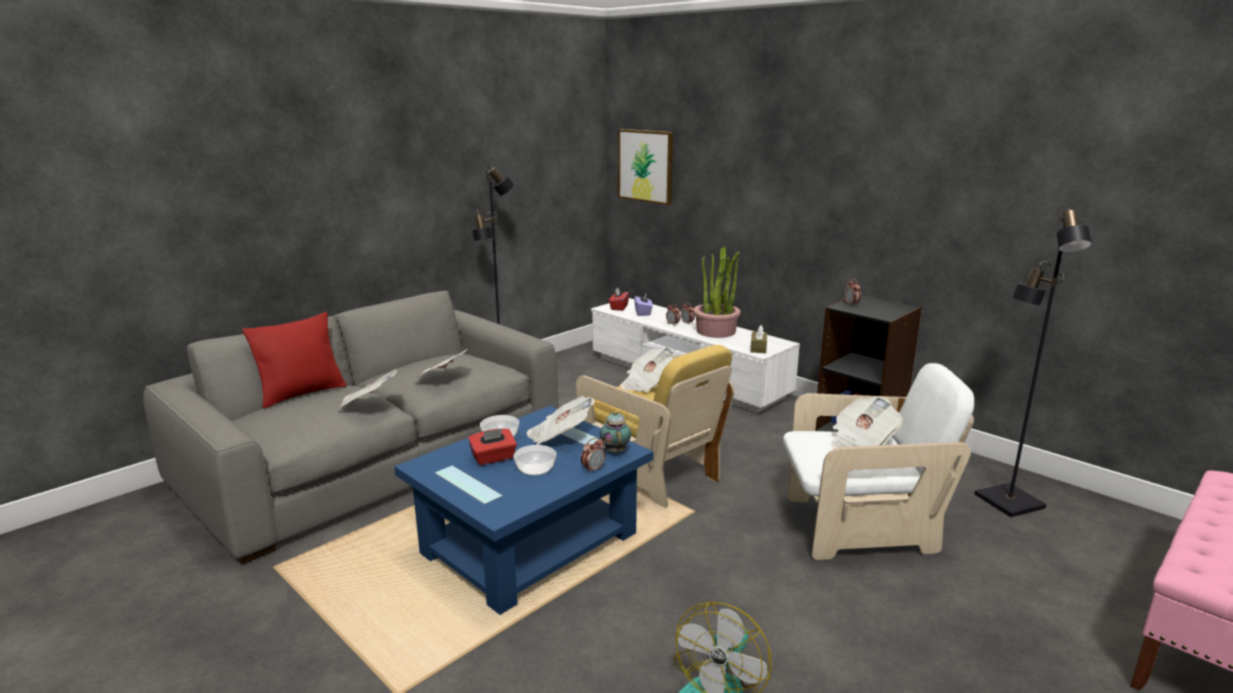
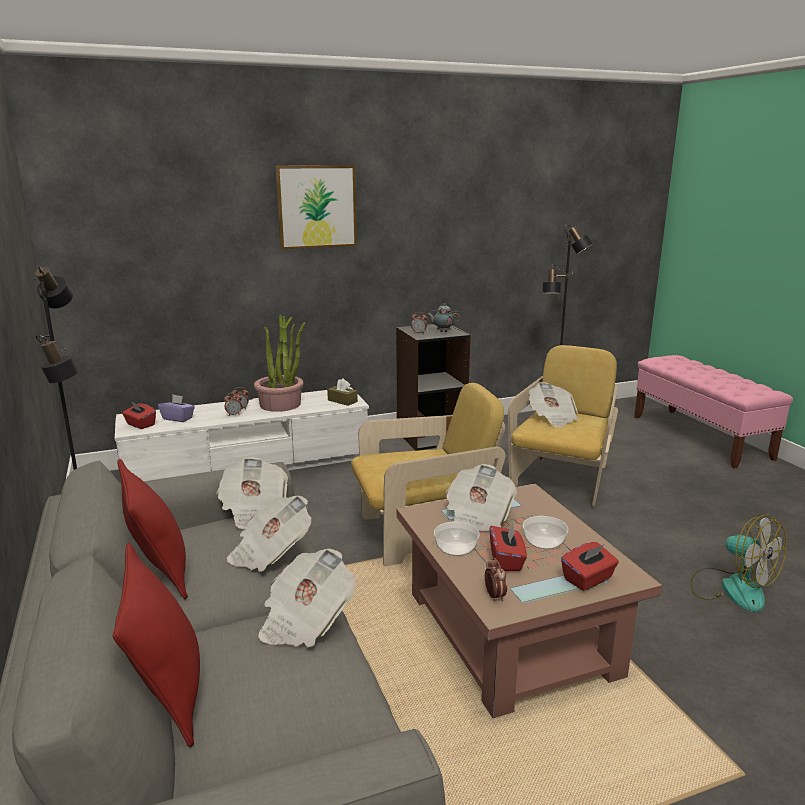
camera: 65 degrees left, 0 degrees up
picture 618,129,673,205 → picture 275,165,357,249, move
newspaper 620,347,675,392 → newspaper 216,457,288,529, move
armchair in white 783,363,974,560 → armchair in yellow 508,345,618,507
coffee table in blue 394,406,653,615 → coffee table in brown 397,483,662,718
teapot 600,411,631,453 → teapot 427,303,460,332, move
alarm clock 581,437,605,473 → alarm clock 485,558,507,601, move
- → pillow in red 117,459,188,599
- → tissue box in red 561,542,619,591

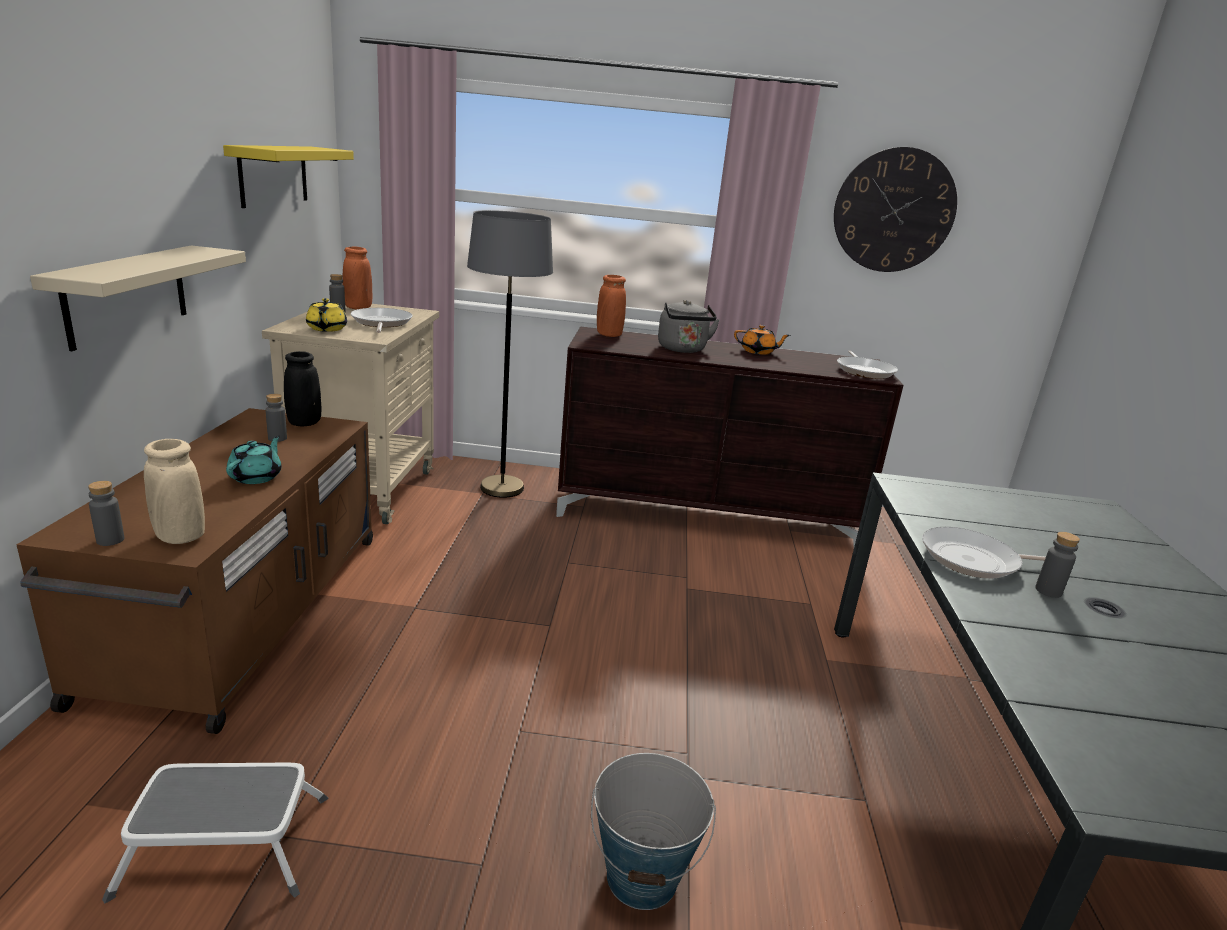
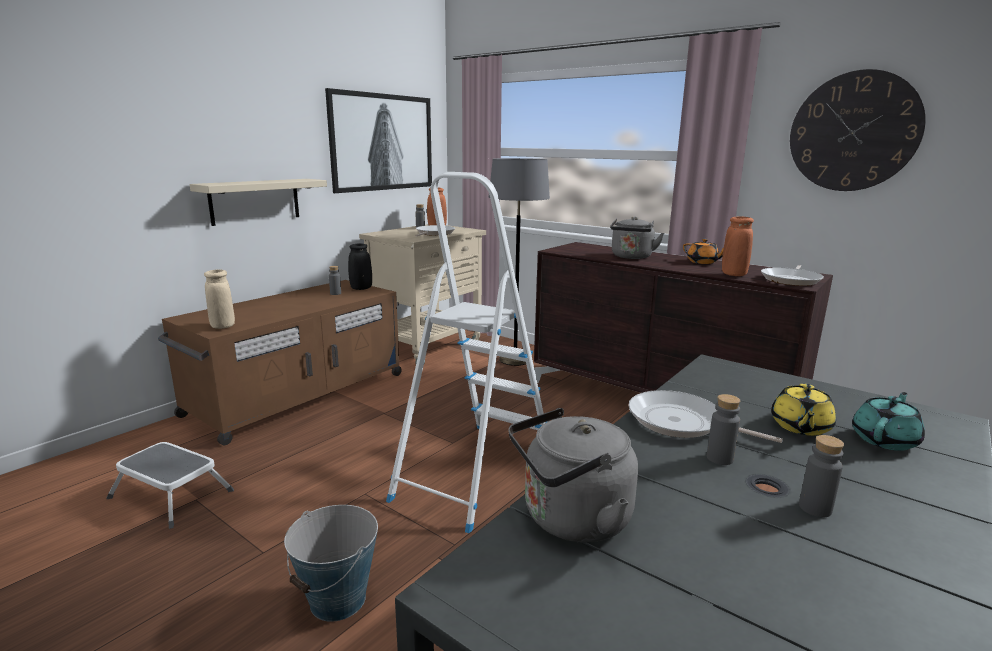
camera: 35 degrees right, 5 degrees down
shelf in yellow 223,145,354,208 → picture 325,88,432,193
vase in orange 597,275,626,337 → vase in orange 722,216,754,276, move
teapot in yellow 306,298,347,332 → teapot in yellow 771,384,836,436, move
teapot in turquoise 226,436,282,484 → teapot in turquoise 852,392,925,451, move
bottle in grey 88,481,124,546 → bottle in grey 799,435,844,517, move
- → step ladder in white 386,172,546,533
- → kettle in grey 508,408,638,543

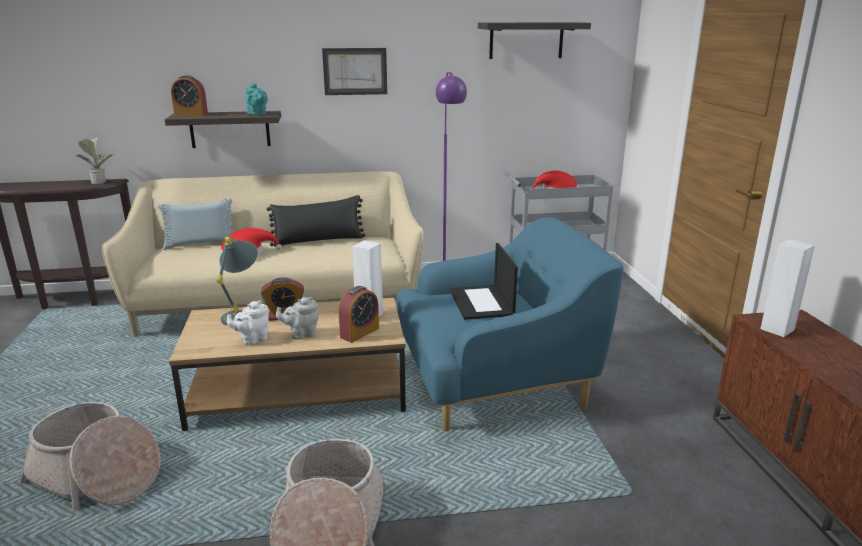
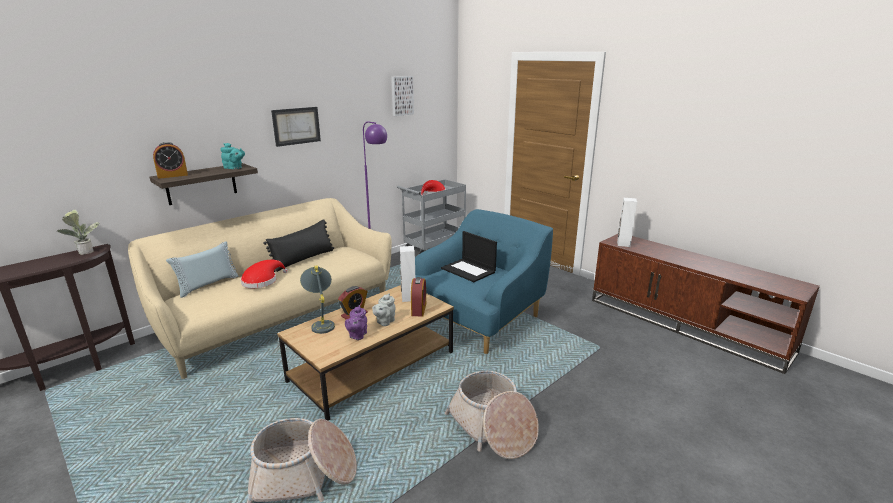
camera: 35 degrees left, 0 degrees up
shelf 478,22,591,59 → picture 391,76,414,116
teapot in white 227,300,269,345 → teapot in purple 345,305,367,340

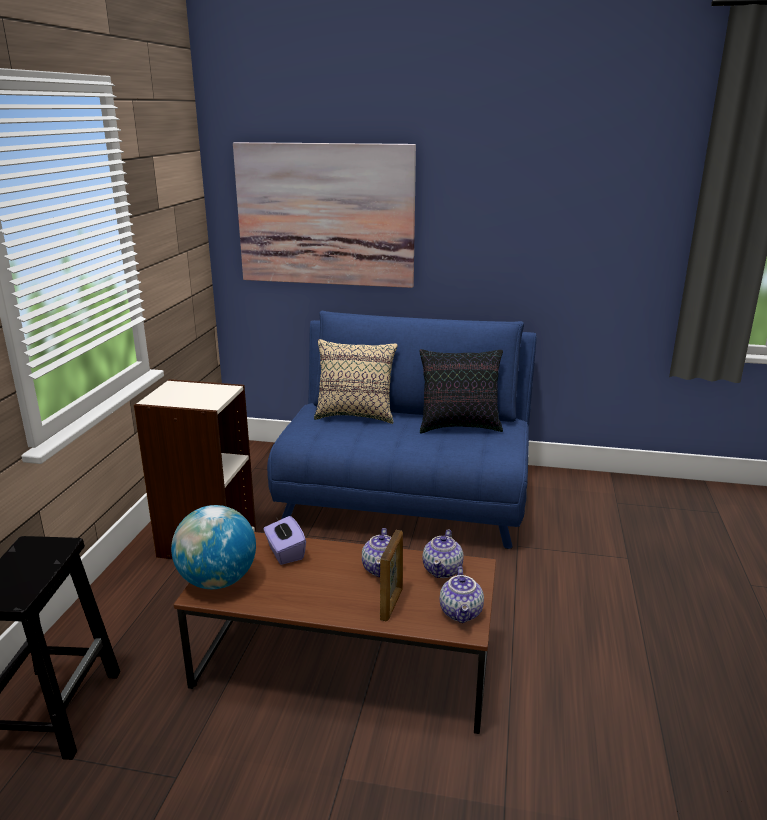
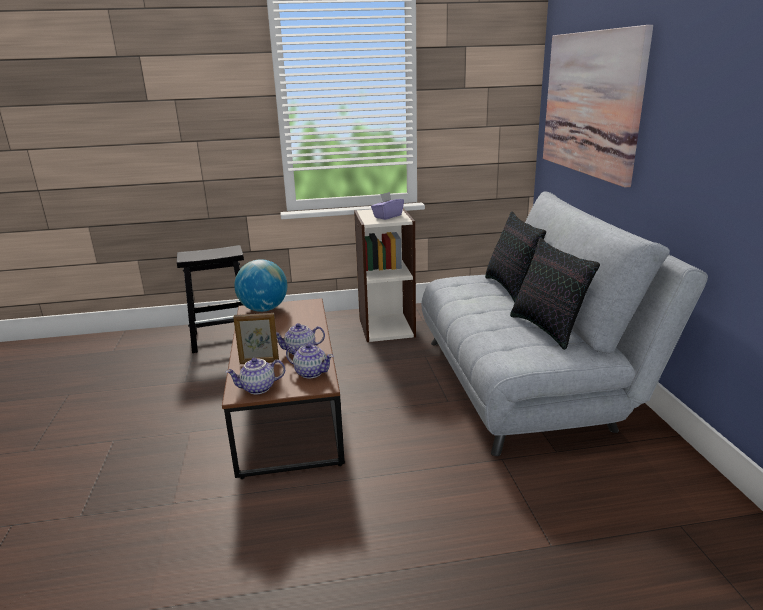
camera: 70 degrees right, 0 degrees up
sofa in blue 267,311,537,549 → sofa in grey 421,191,708,456
pillow in beige 314,339,398,424 → pillow in black 485,211,546,302
tissue box in purple 264,516,306,565 → tissue box in purple 371,192,404,220, move
teapot 422,529,464,578 → teapot 286,343,334,378, 150 degrees counterclockwise

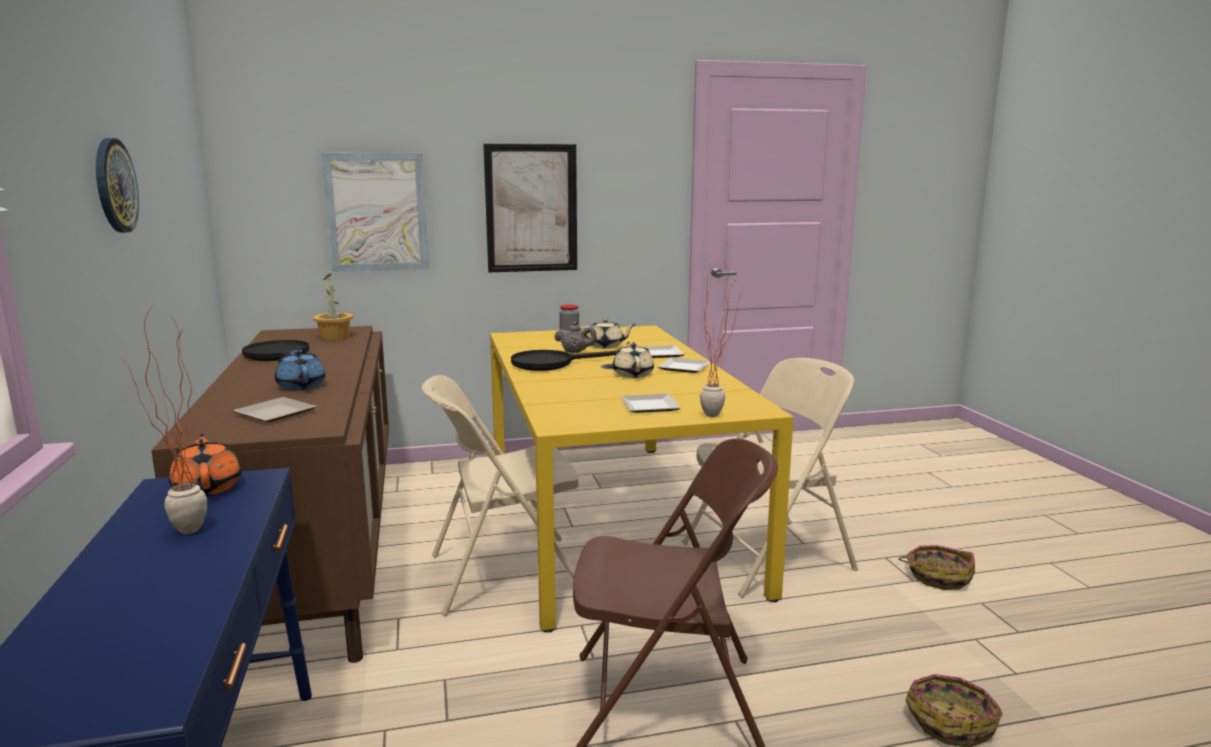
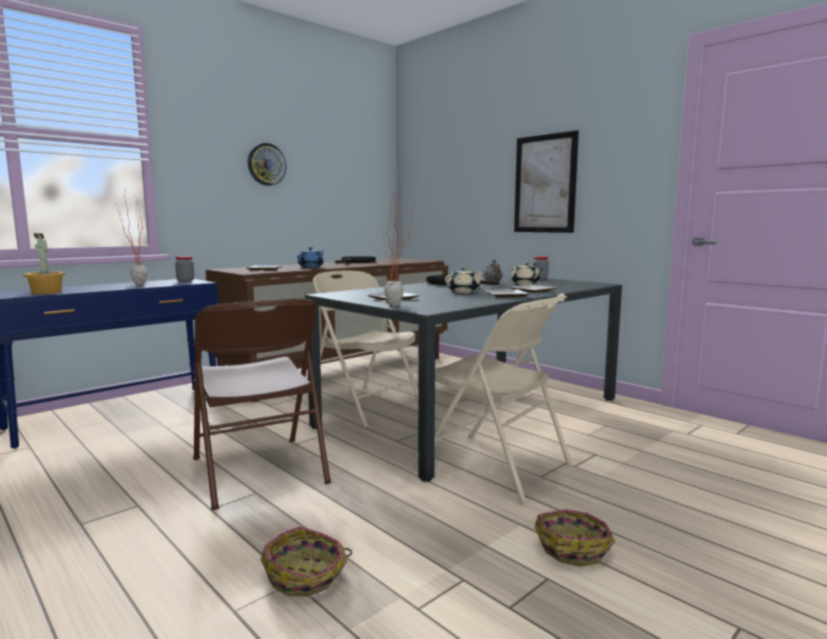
camera: 60 degrees right, 5 degrees down
picture 321,153,429,272 → -
potted plant 313,274,353,340 → potted plant 24,234,66,294, move
dining table in yellow 490,325,793,633 → dining table in grey 305,275,622,482
teapot in orange 169,434,242,496 → jar 175,256,194,282

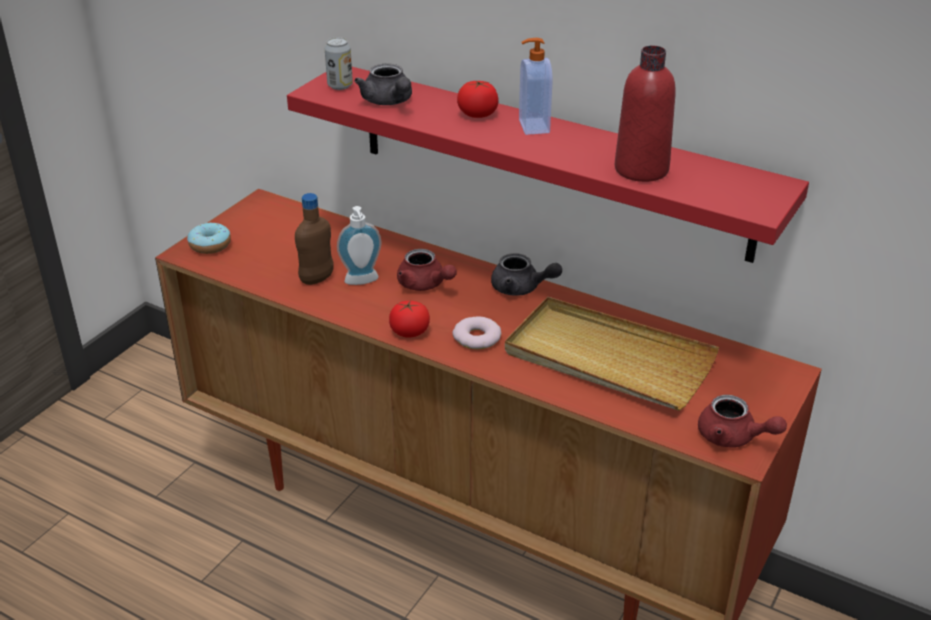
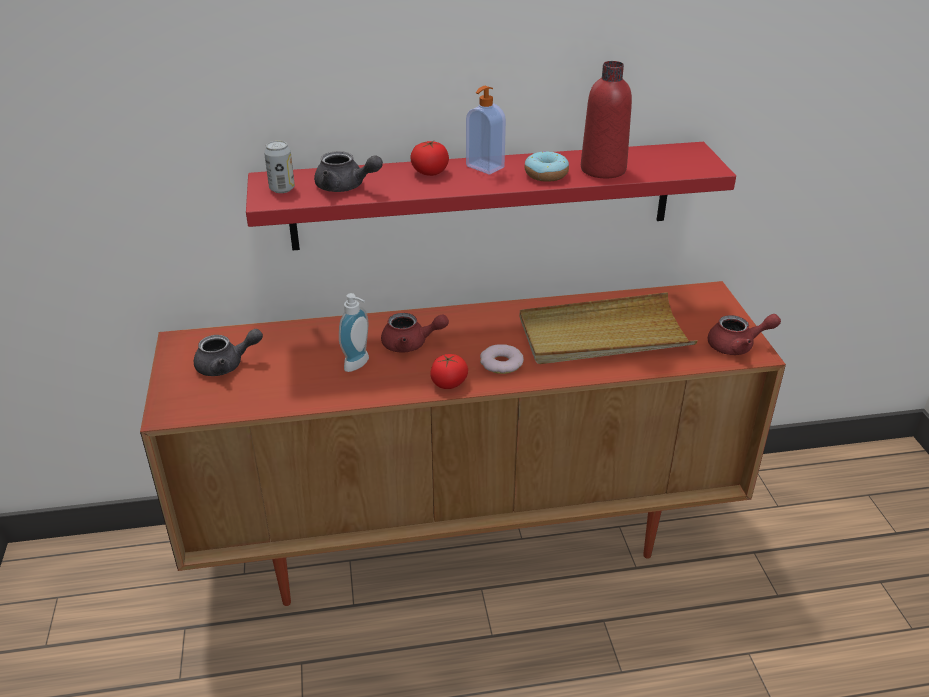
camera: 40 degrees left, 0 degrees up
bottle in brown 295,193,334,285 → -
donut 187,222,231,254 → donut 525,151,569,182, move
teapot in grey 491,253,562,296 → teapot in grey 194,329,263,376, move

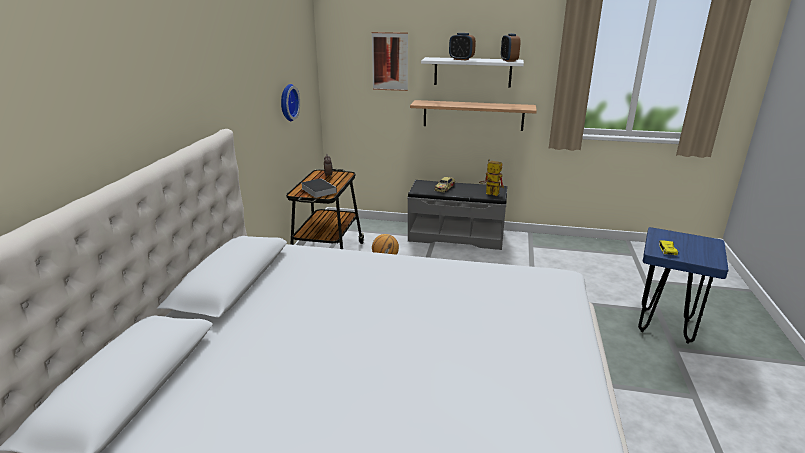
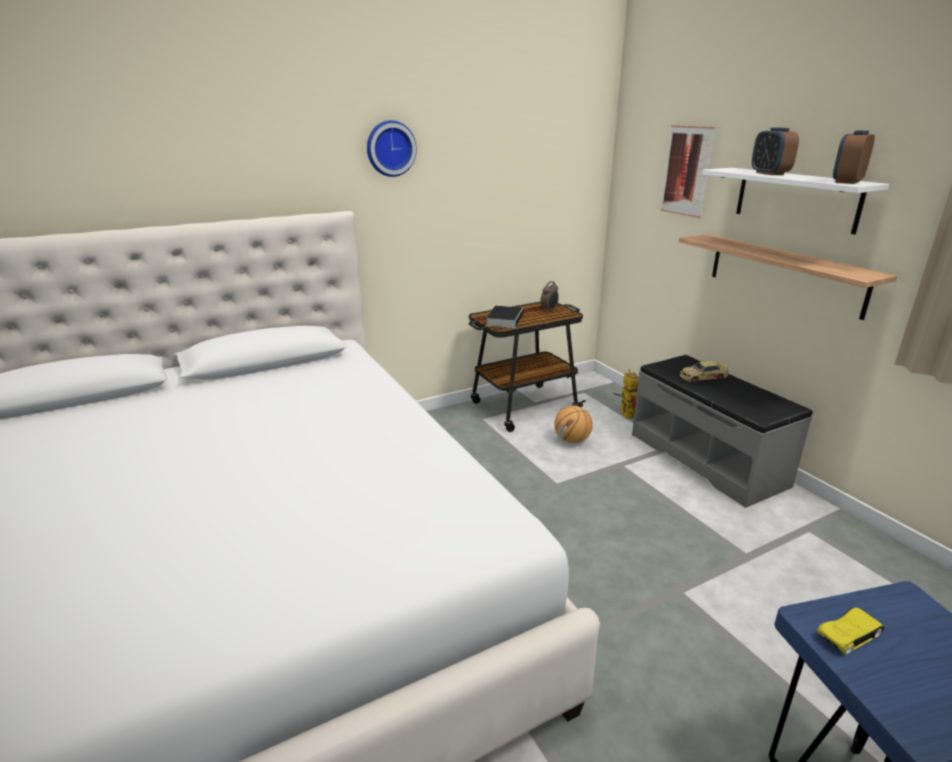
camera: 50 degrees right, 0 degrees up
wall clock 281,84,300,121 → wall clock 367,120,417,177, move
toy robot 479,159,504,196 → toy robot 613,369,639,419, move

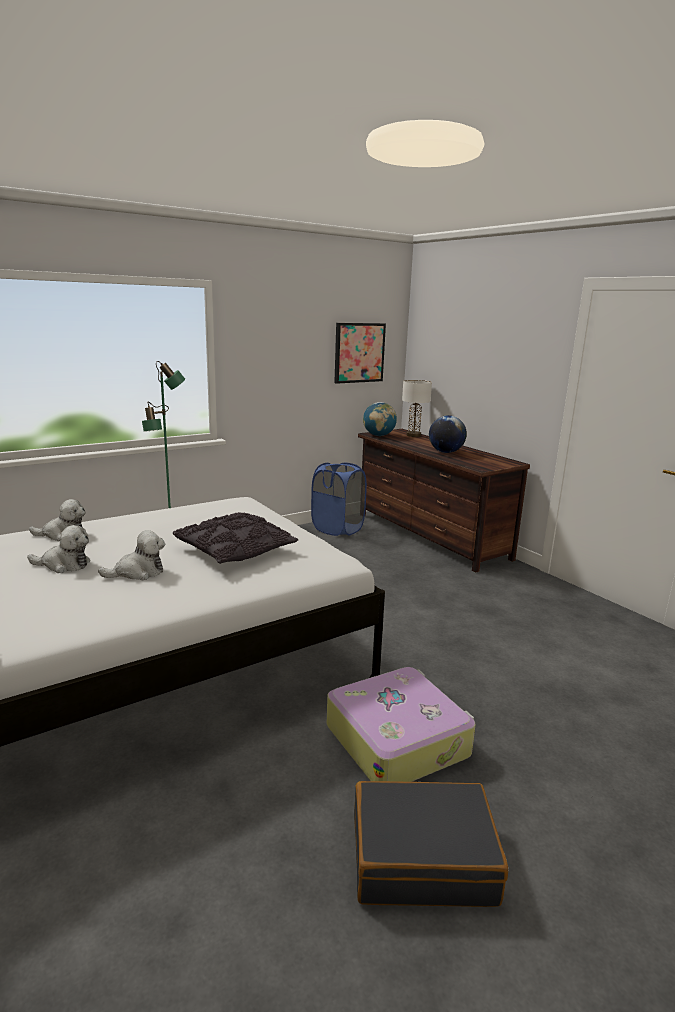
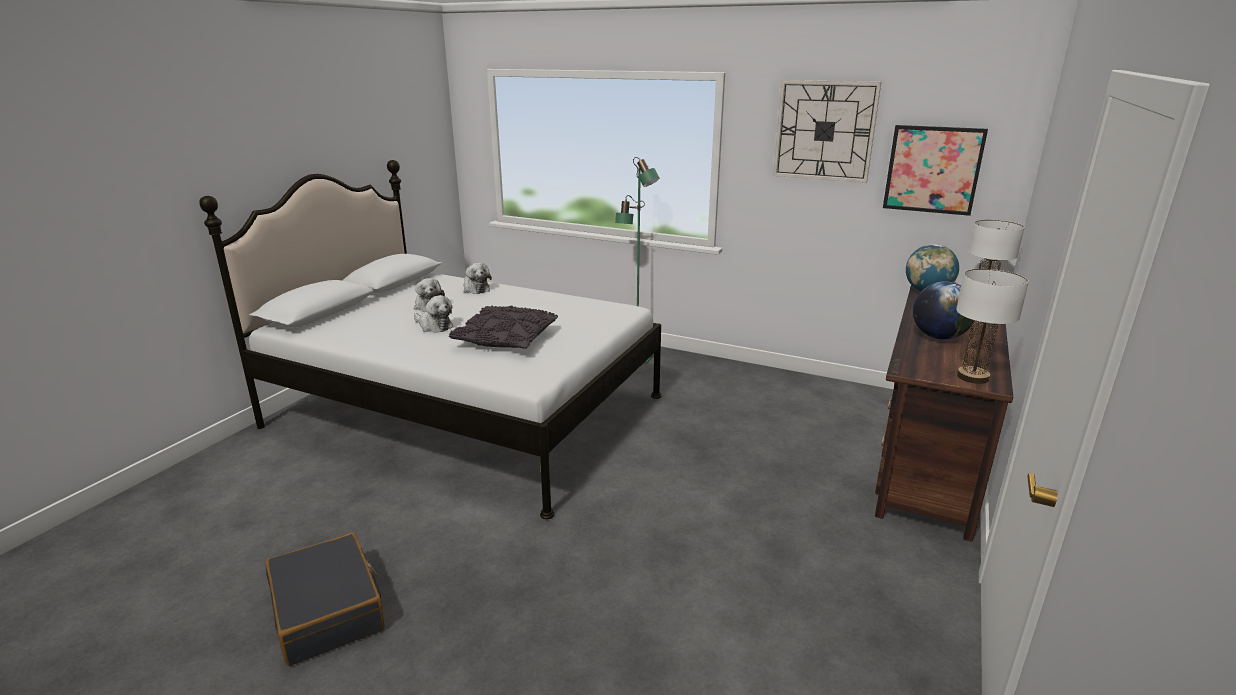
camera: 60 degrees right, 5 degrees up
laundry basket in blue 311,462,367,536 → -
suitcase 327,667,476,782 → -
- → wall clock 773,80,881,183
- → table lamp 956,269,1029,384

